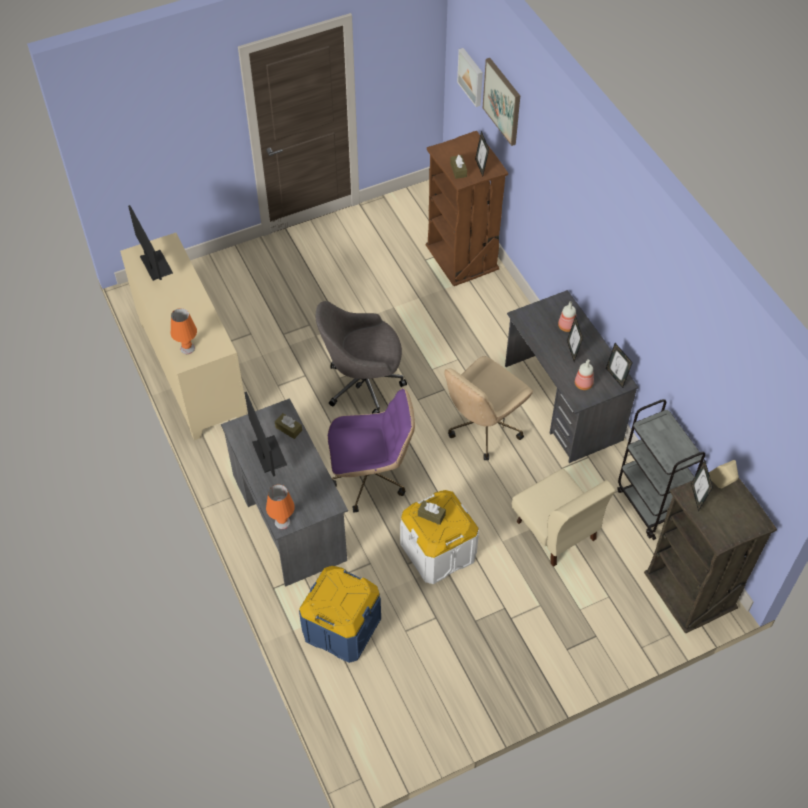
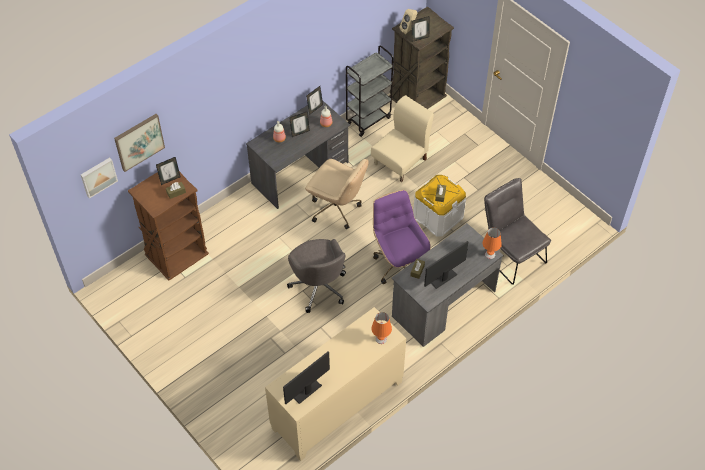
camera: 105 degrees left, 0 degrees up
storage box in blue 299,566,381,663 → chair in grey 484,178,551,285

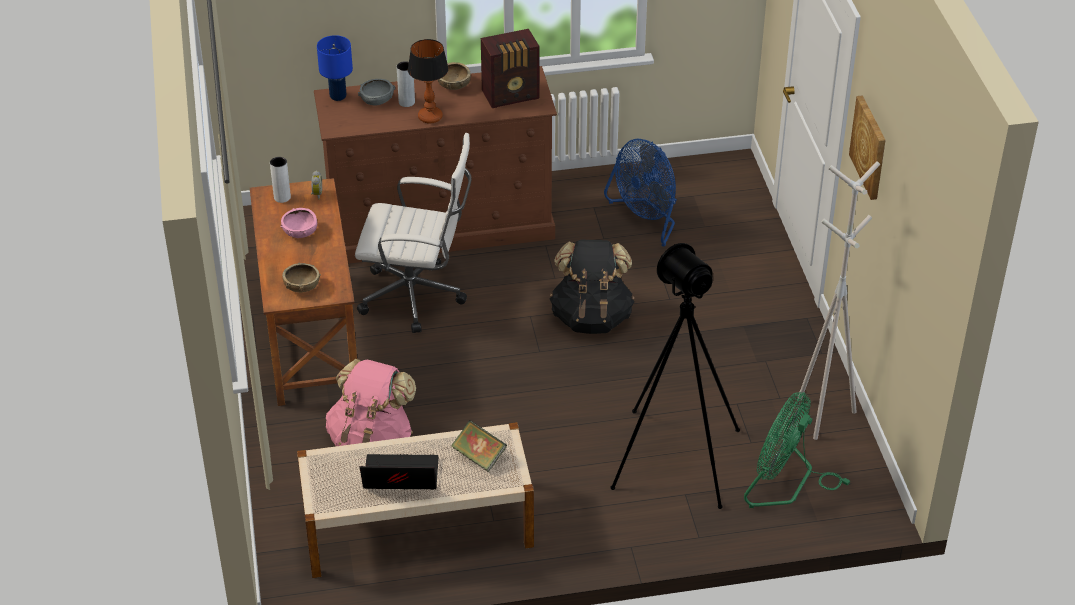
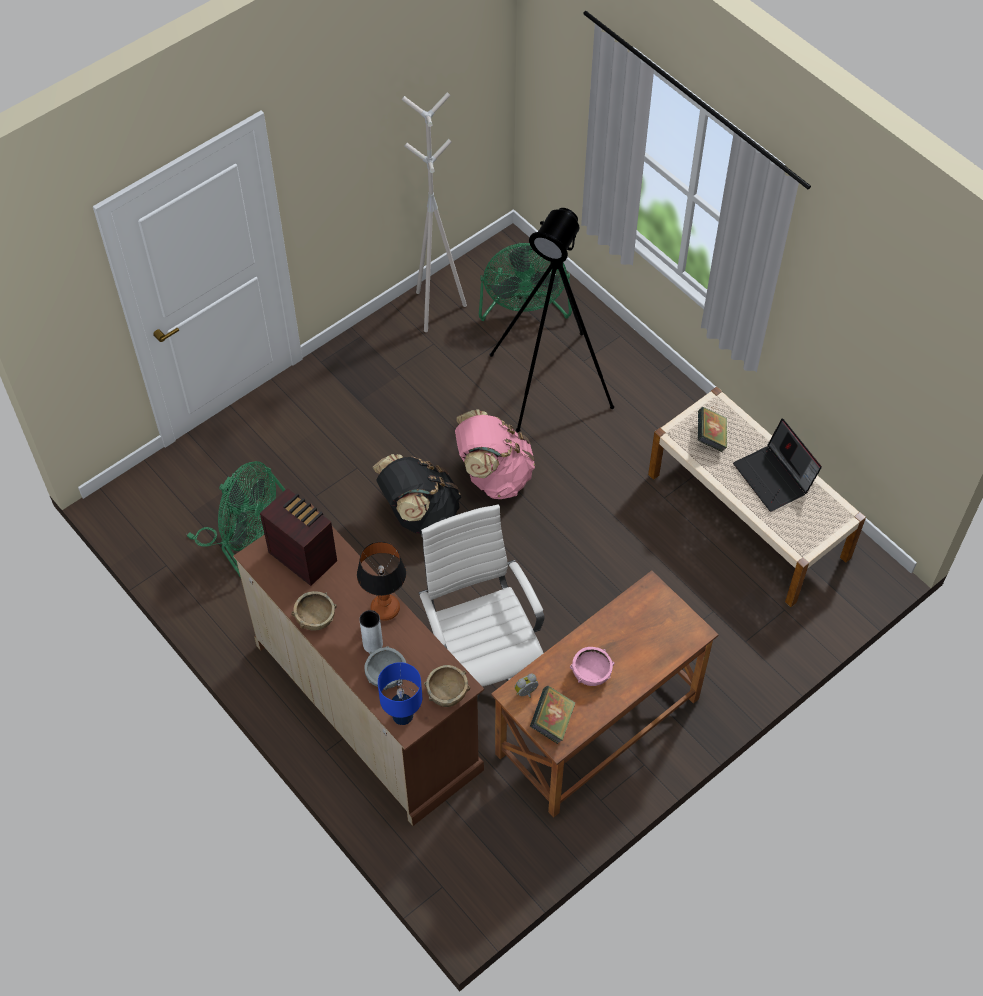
camera: 120 degrees left, 15 degrees up
picture 849,95,886,200 → -
fan in blue 604,139,677,247 → fan in green 187,461,286,578
vase in white 270,157,291,203 → book 530,686,576,744
bowl in brown 282,262,321,293 → bowl in brown 424,665,470,707, move
backpack in pink 326,359,416,460 → backpack in pink 455,409,535,499, move

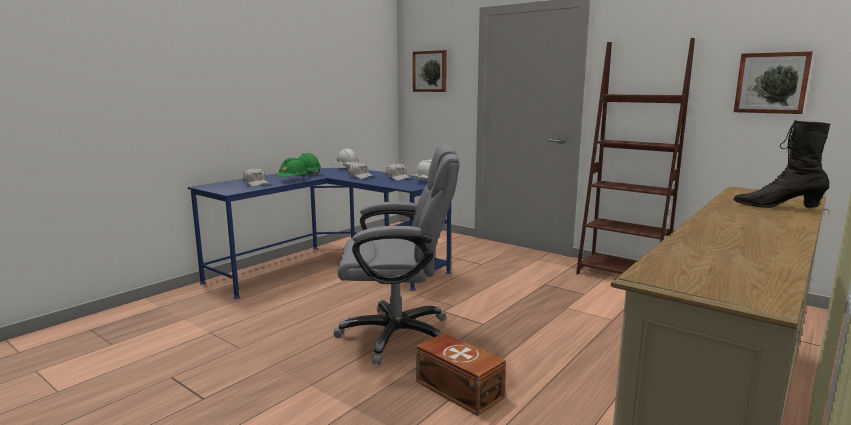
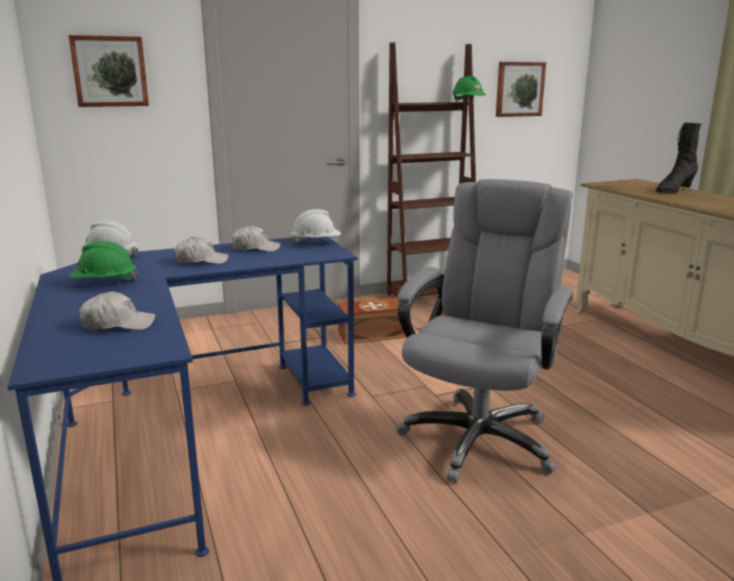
camera: 60 degrees left, 5 degrees up
hard hat in green 276,158,307,178 → hard hat in green 452,76,486,102, move
storage box in brown 416,333,506,416 → storage box in brown 338,298,407,344, move

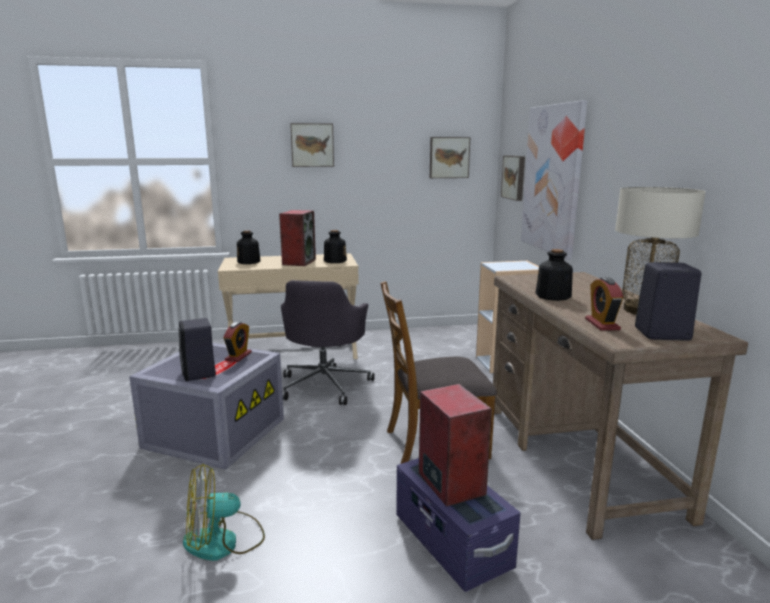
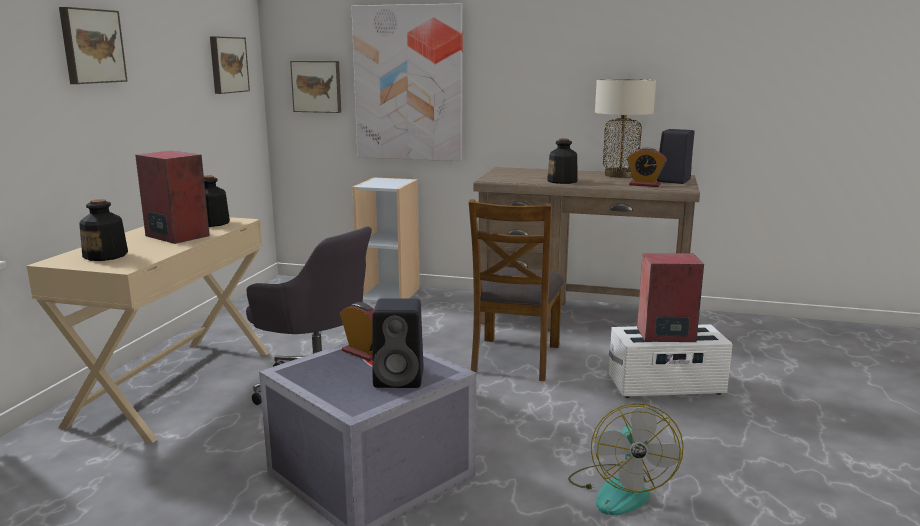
camera: 65 degrees left, 0 degrees up
storage box in purple 396,458,521,592 → storage box in white 609,324,733,398

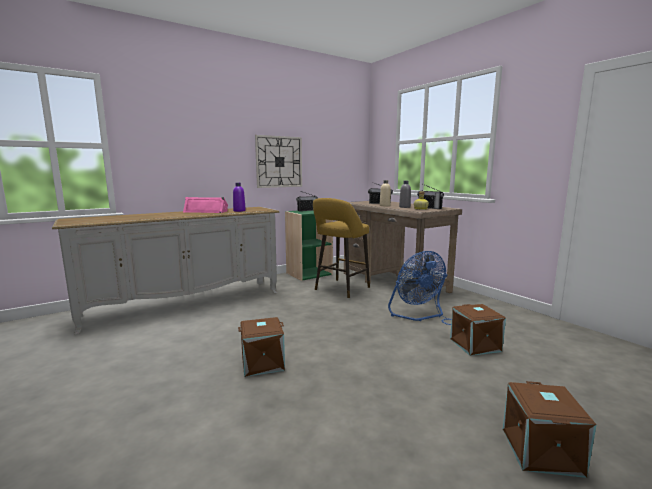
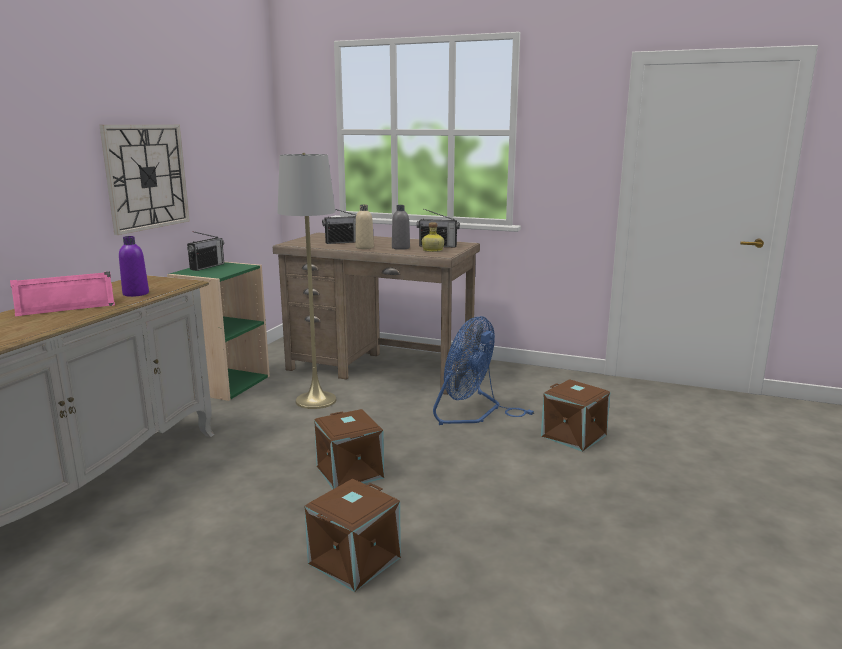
camera: 35 degrees left, 5 degrees up
stool in yellow 313,198,370,298 → floor lamp in grey 278,153,337,409
storage box in brown 503,381,597,478 → storage box in brown 314,409,384,489, move

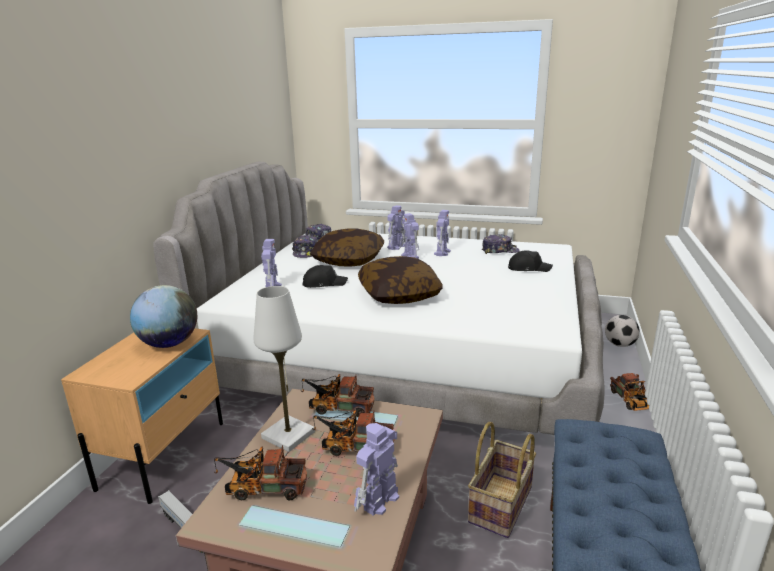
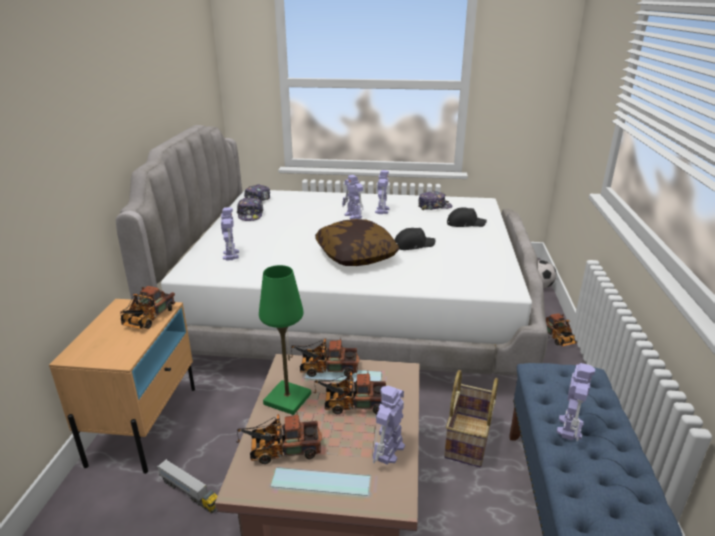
camera: 10 degrees left, 5 degrees up
toy robot 387,205,405,250 → toy robot 557,363,595,441, move
pillow 310,229,384,267 → -
cap in black 302,265,348,288 → cap in black 395,228,436,250, move
globe 130,285,197,348 → toy truck 120,286,175,329
table lamp in white 254,286,315,452 → table lamp in green 259,265,311,415

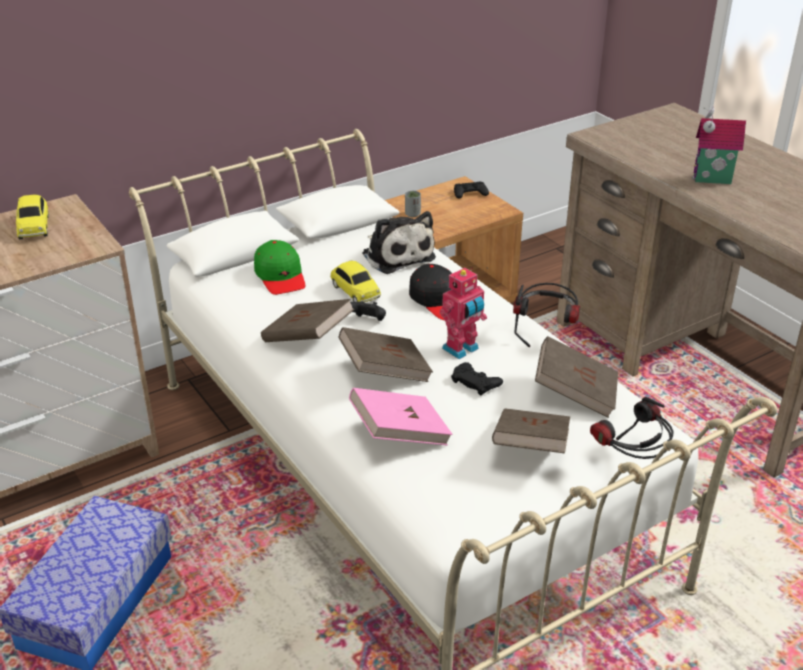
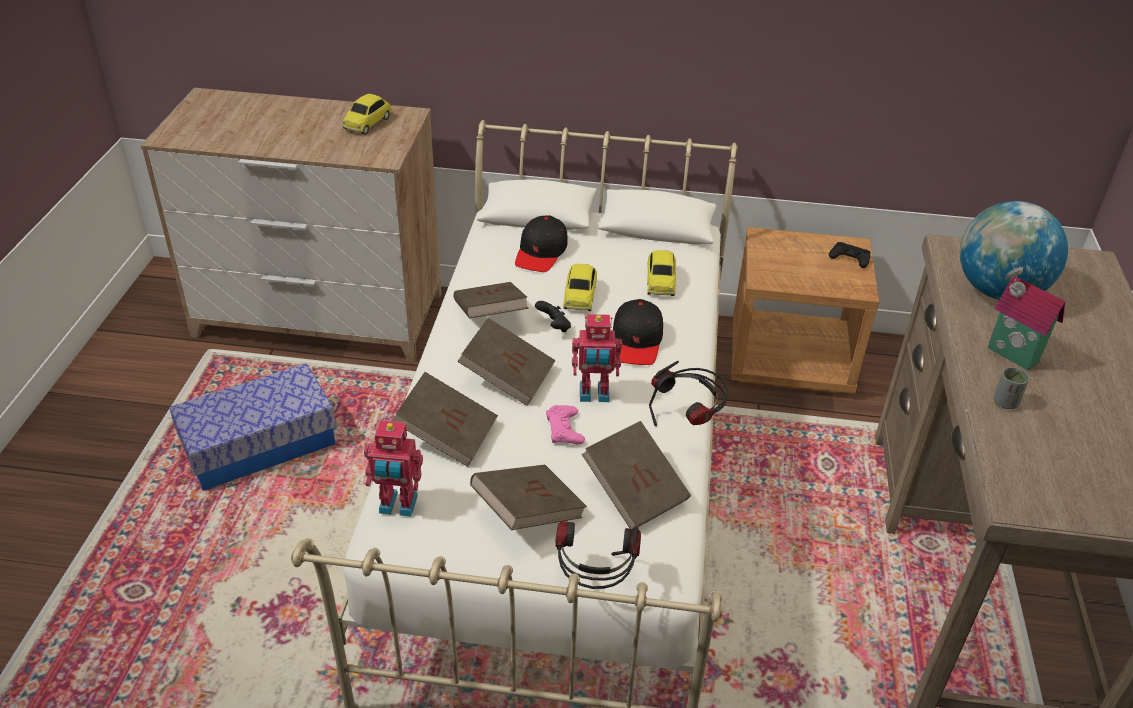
camera: 40 degrees right, 5 degrees up
cup in grey 405,190,421,217 → cup in grey 994,367,1029,409, move
plush toy 362,211,436,274 → toy car 647,250,676,296
cap in green 254,240,305,295 → cap in black 515,215,568,272
game controller in black 451,362,503,395 → game controller in pink 546,405,585,444
book in pink 349,388,453,445 → book in brown 392,372,498,467
- → globe 960,201,1068,300
- → toy robot 364,420,423,517

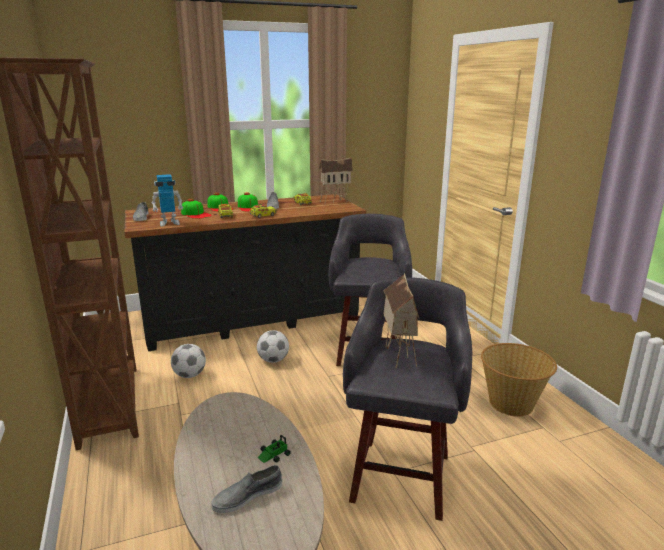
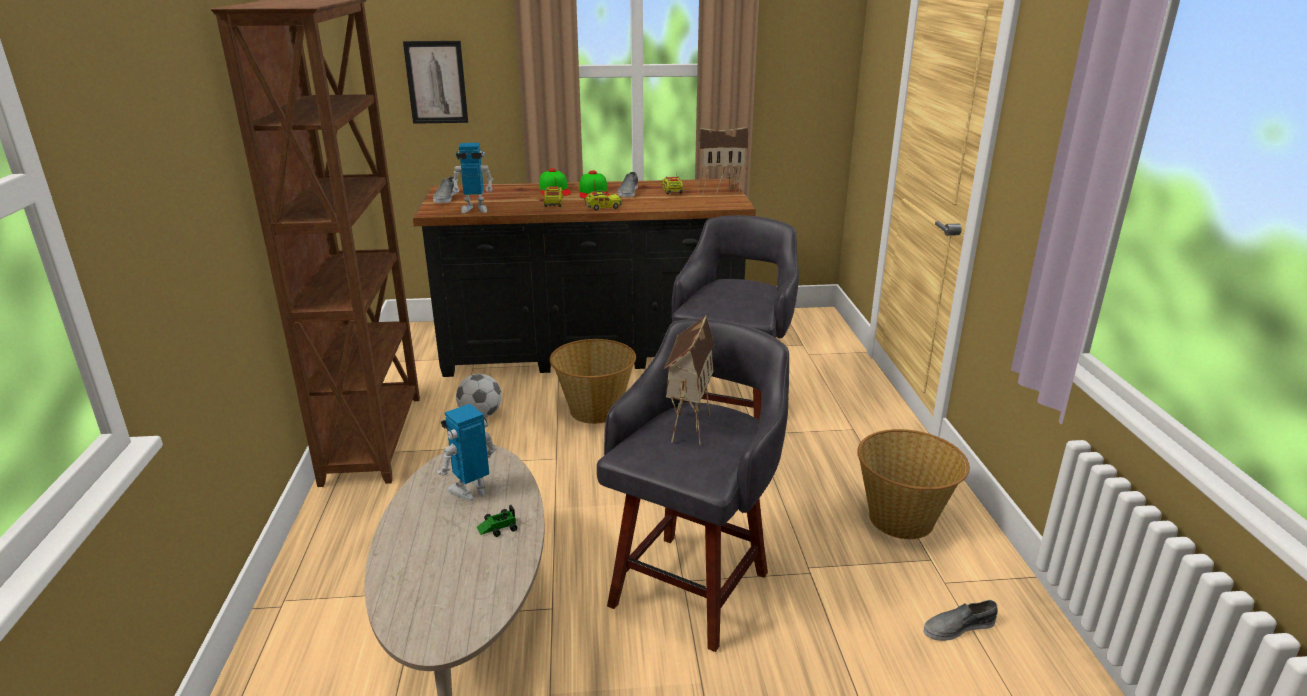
camera: 15 degrees right, 5 degrees up
cap 181,199,212,219 → -
football 257,330,289,363 → basket 550,339,636,424
shoe in grey 211,465,282,513 → shoe in grey 924,600,998,641, move
- → picture 403,41,468,124
- → toy robot 438,404,496,501

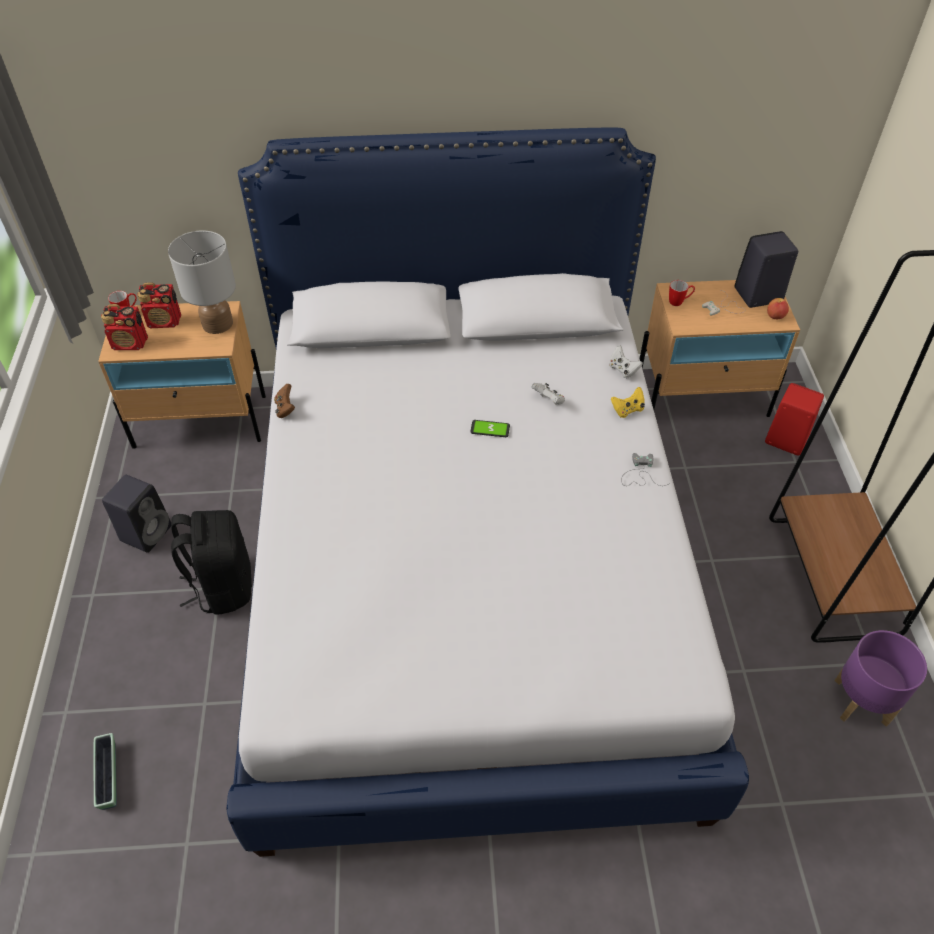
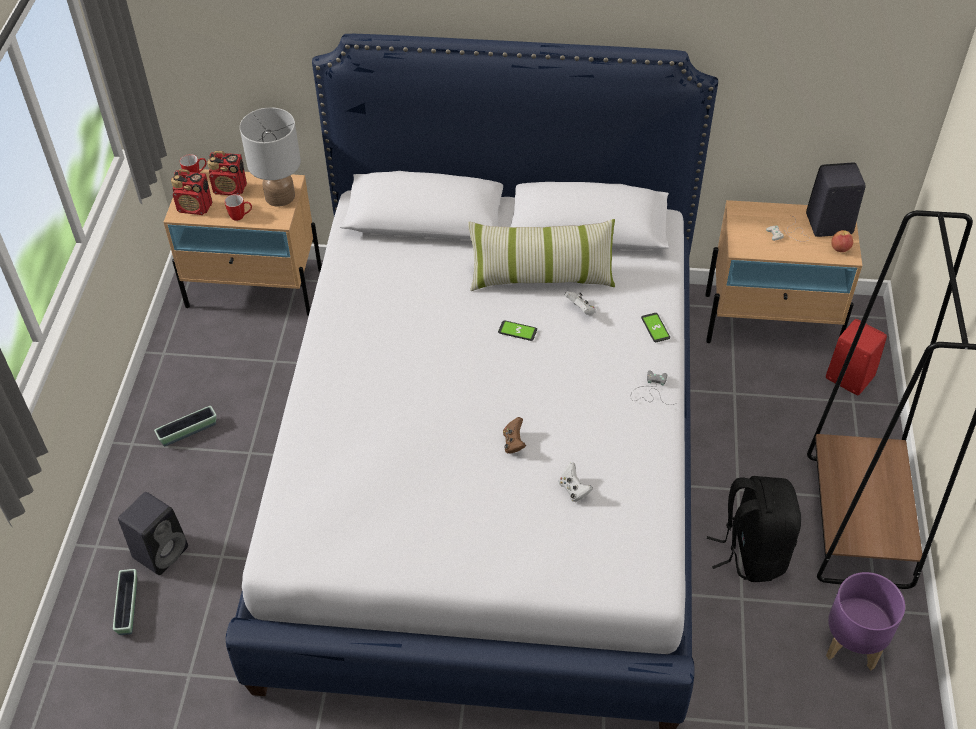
camera: 10 degrees right, 0 degrees up
mug 669,280,695,306 → mug 224,194,252,221, move
game controller in white 609,346,643,378 → game controller in white 559,463,593,502, move
game controller in brown 274,384,295,418 → game controller in brown 503,417,526,454, move
game controller in yellow 611,387,645,418 → phone 641,313,670,342
speaker in black 102,475,171,553 → speaker in black 118,492,188,575, move
backpack in black 171,510,252,615 → backpack in black 707,476,801,582, move
- → pillow 468,219,615,291
- → planter 154,406,217,447

